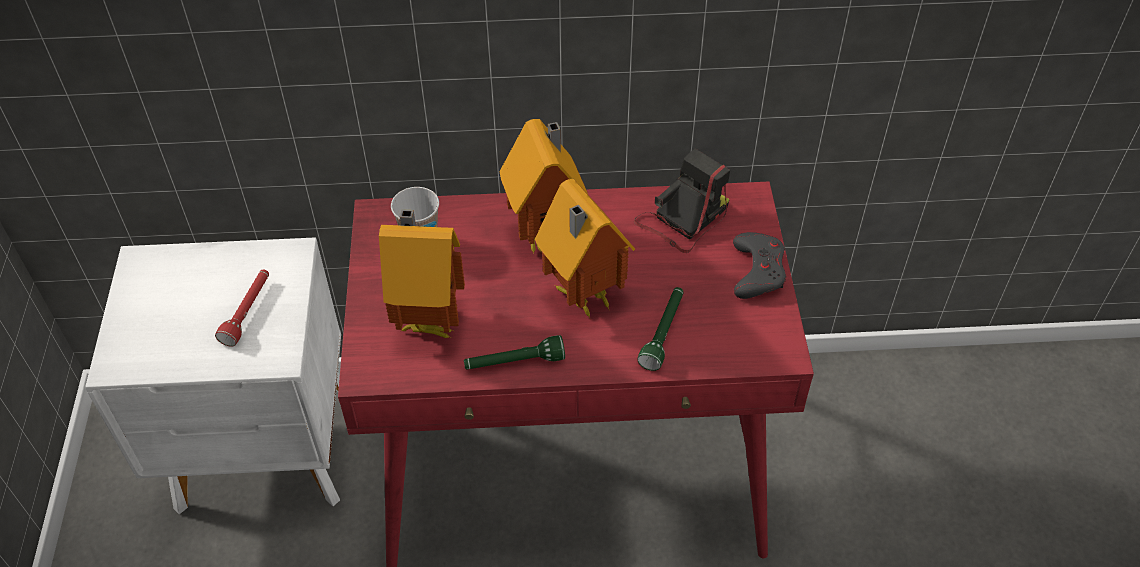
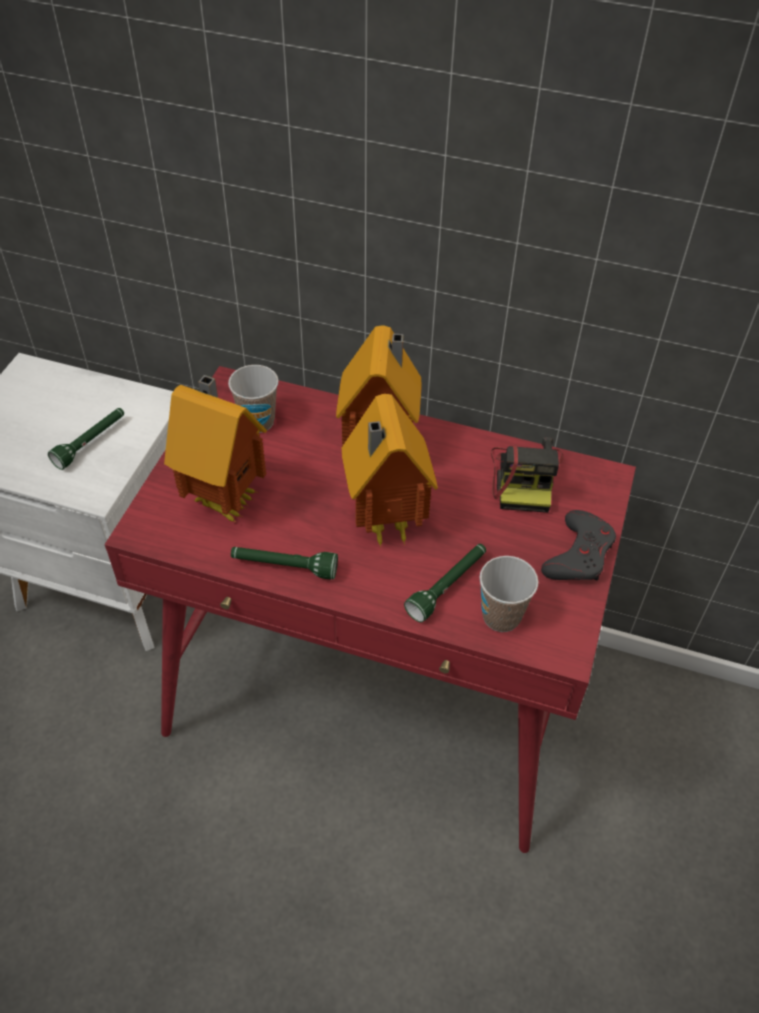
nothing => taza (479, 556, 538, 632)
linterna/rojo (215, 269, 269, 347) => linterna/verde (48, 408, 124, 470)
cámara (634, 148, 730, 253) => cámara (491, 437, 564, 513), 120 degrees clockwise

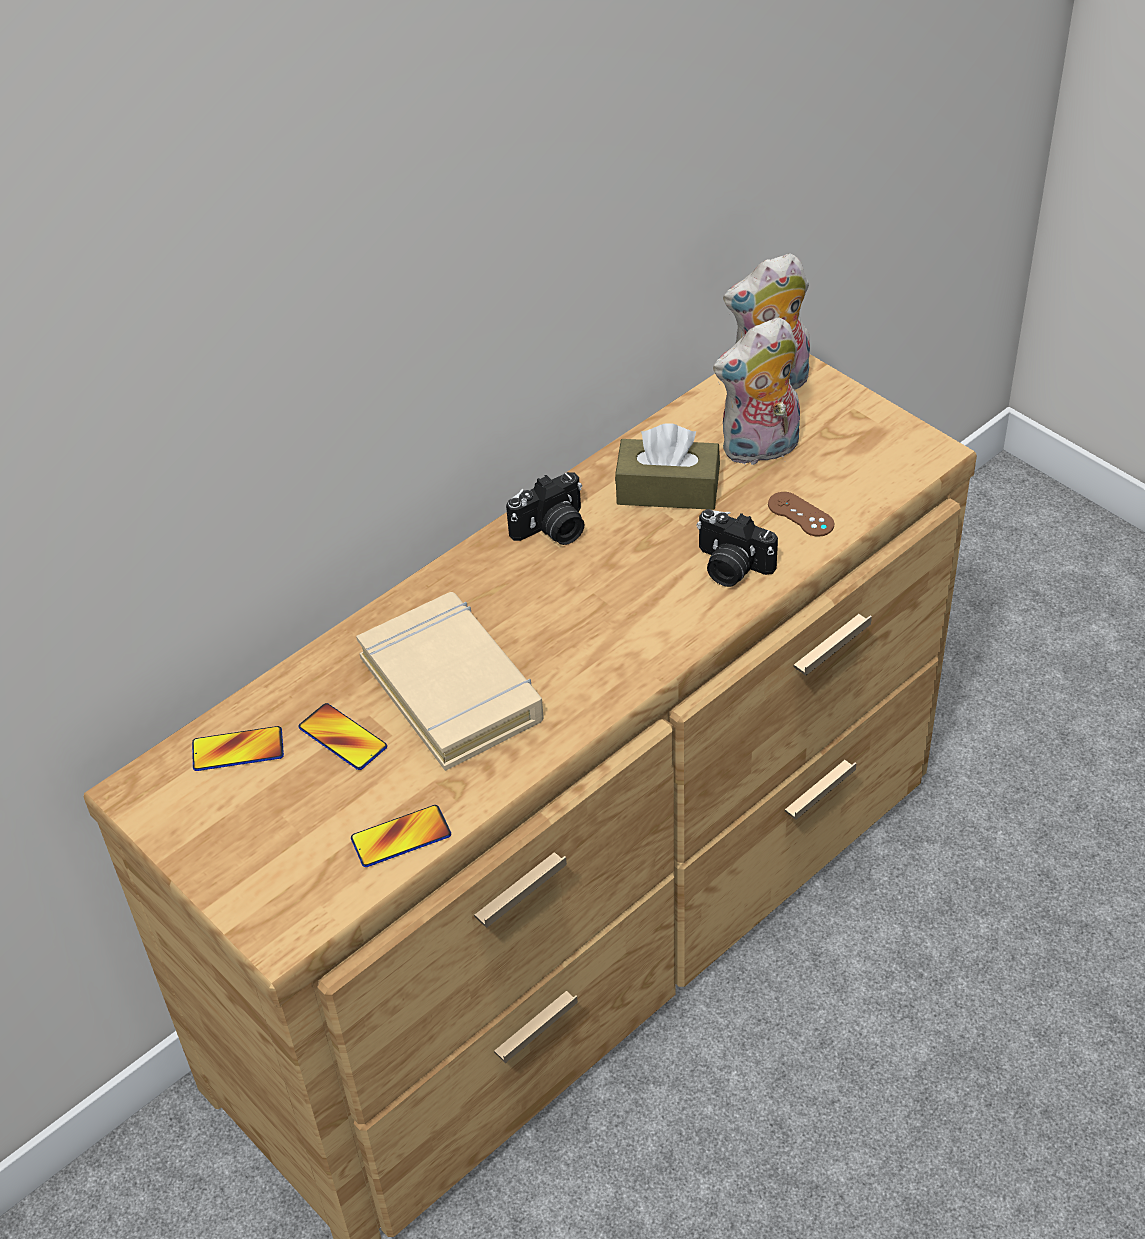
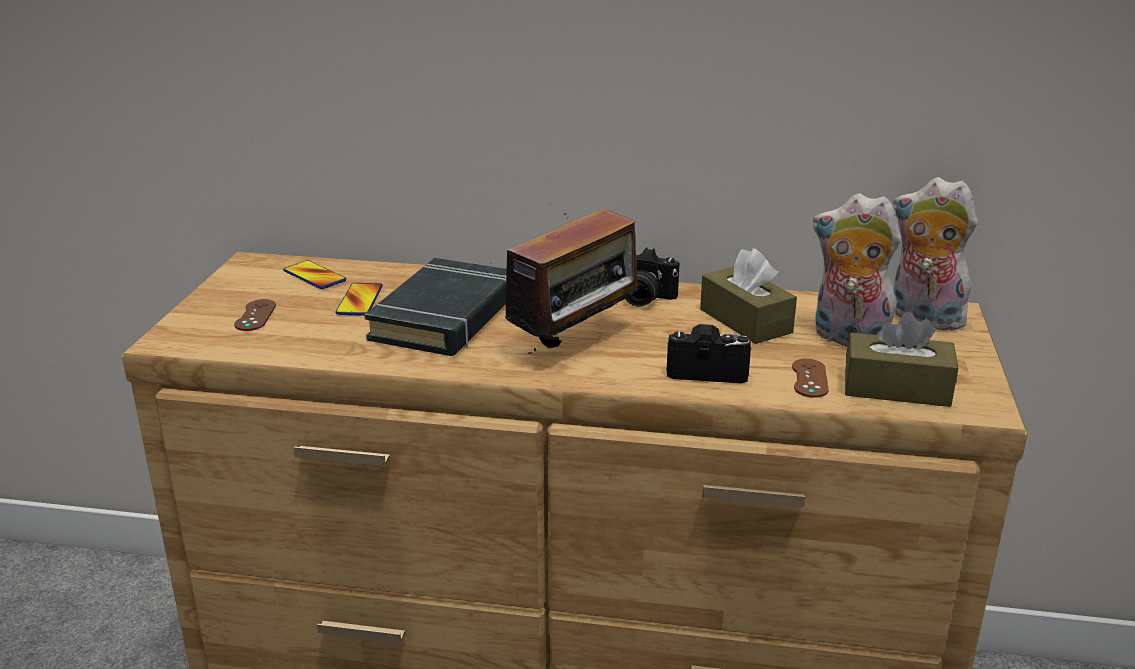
móvil (351, 805, 451, 867) => nothing
nothing => mando de consola/marrón (234, 299, 276, 331)
nothing => radio (490, 203, 648, 354)
nothing => caja de pañuelos/marrón (845, 312, 958, 407)
libro/beis (356, 592, 544, 771) => libro/negro (364, 258, 507, 356)
cámara (696, 509, 778, 587) => cámara (666, 324, 752, 383), 105 degrees clockwise

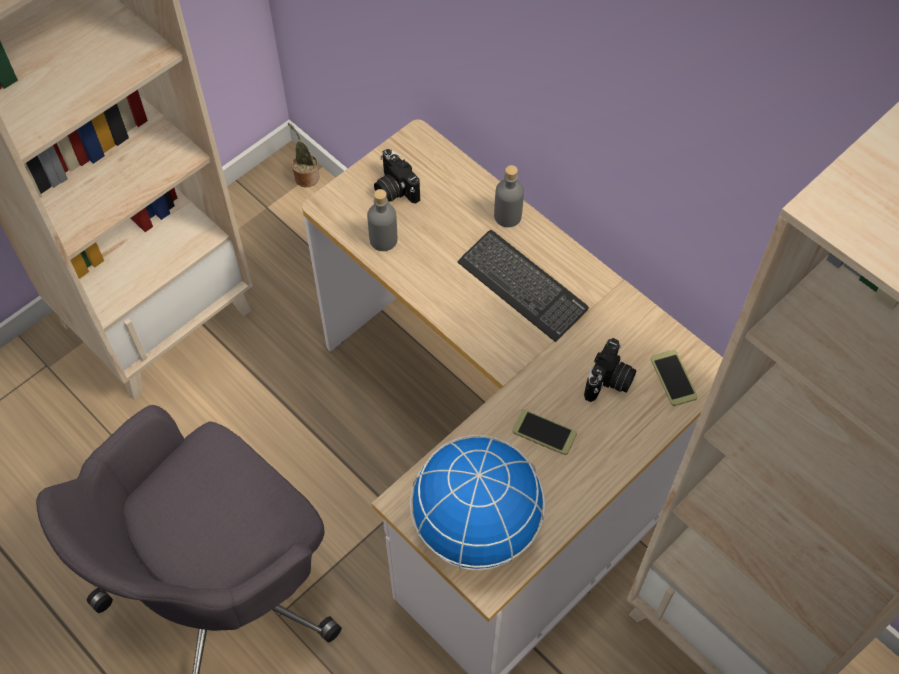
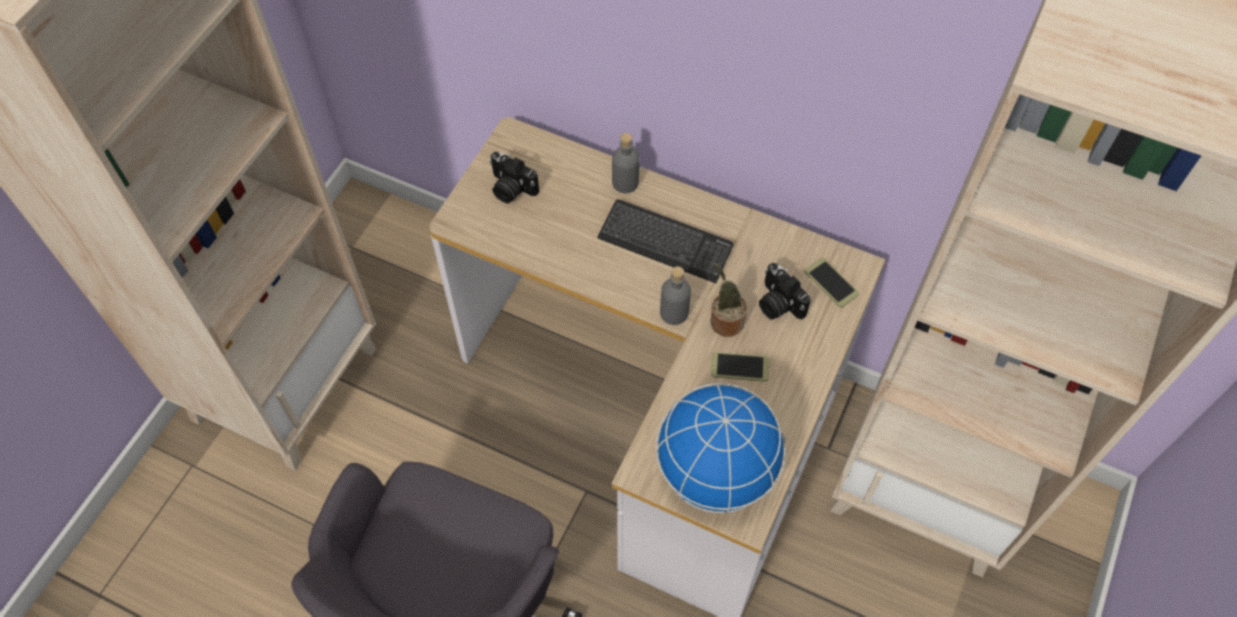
planta en maceta (288, 123, 320, 187) => planta en maceta (711, 263, 747, 337), moved
botella/gris (367, 189, 397, 251) => botella/gris (660, 266, 691, 325), moved
cámara (584, 338, 636, 402) => cámara (759, 263, 810, 320), 135 degrees clockwise

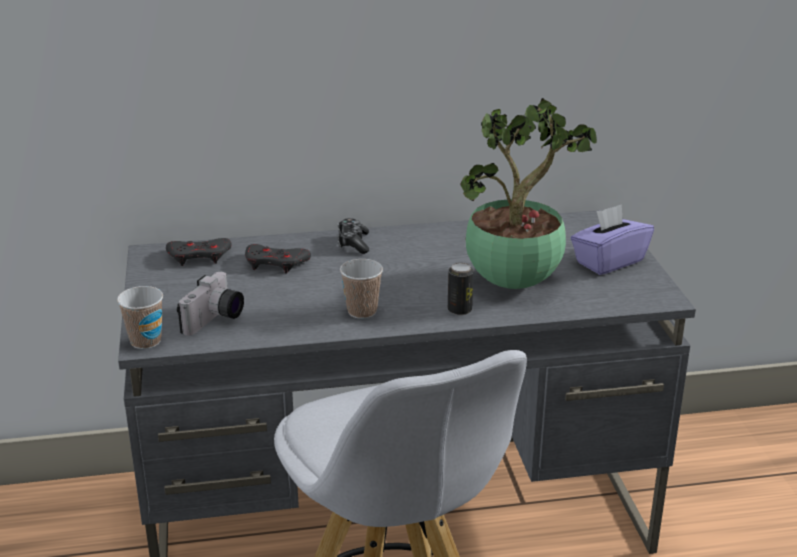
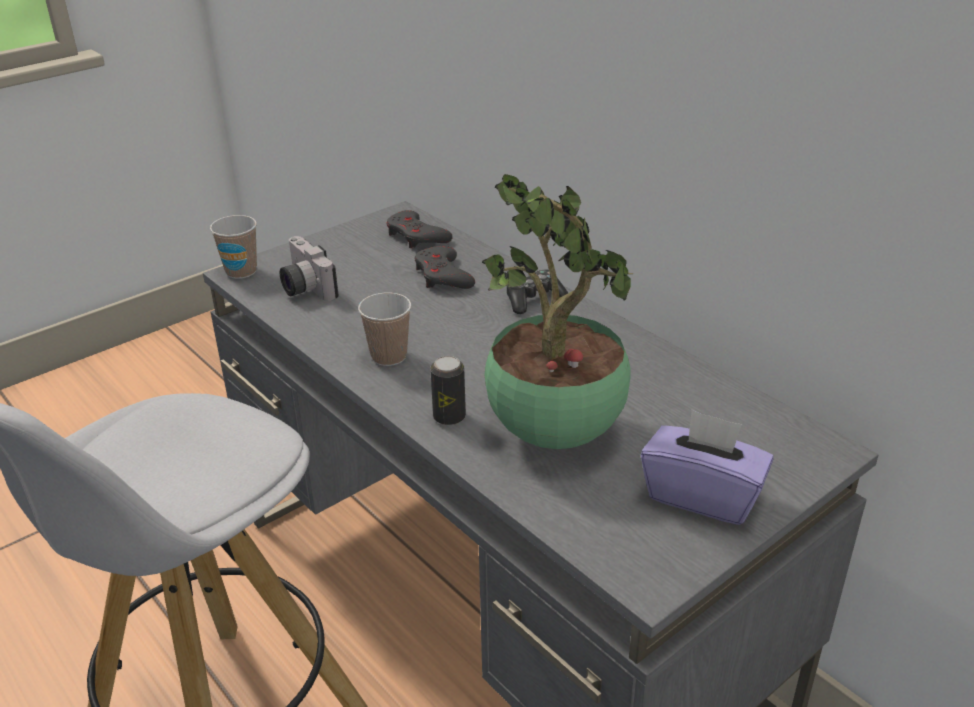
cámara (177, 272, 244, 336) => cámara (280, 236, 339, 301), 60 degrees clockwise

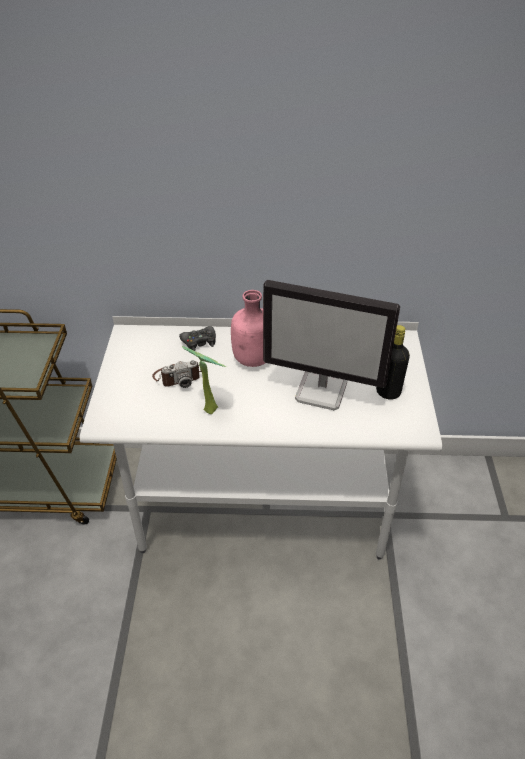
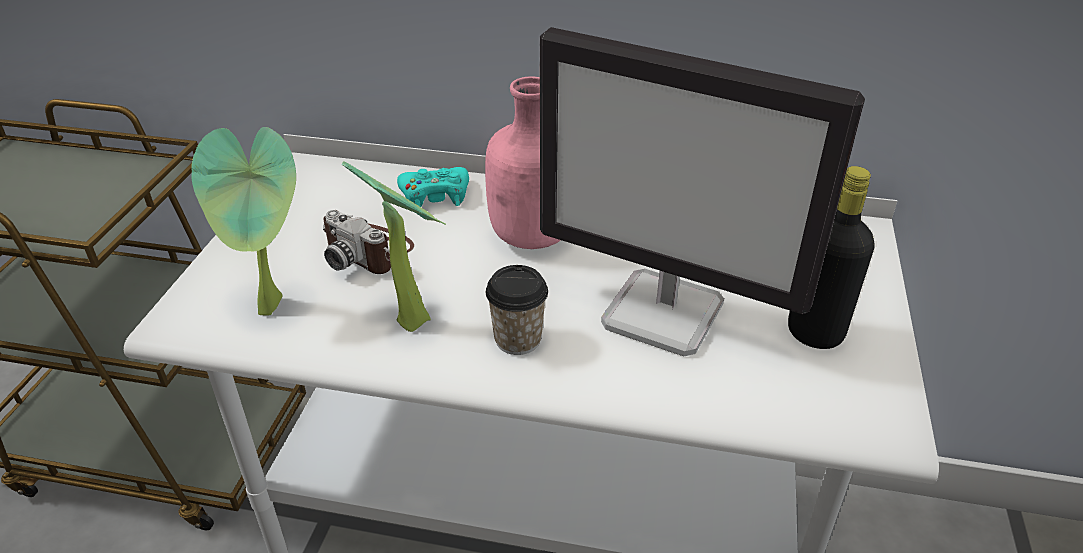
nothing => planta en maceta (191, 127, 296, 315)
nothing => taza (486, 265, 548, 355)
mando de consola/negro (179, 326, 216, 351) => mando de consola/turquesa (397, 167, 469, 207)
cámara (152, 360, 202, 388) => cámara (323, 210, 414, 274), 45 degrees clockwise

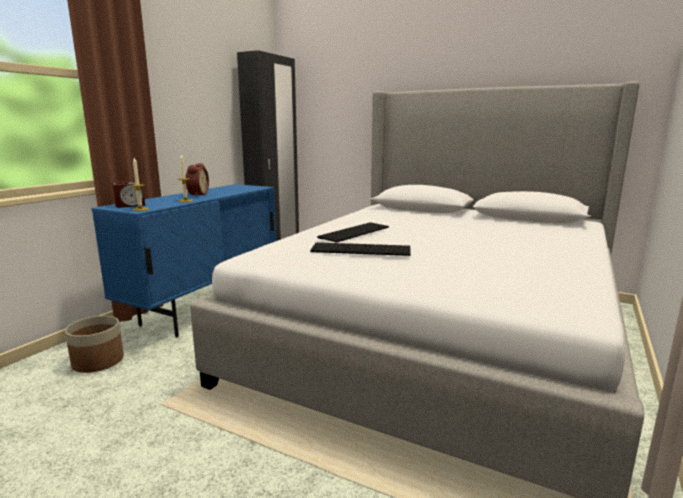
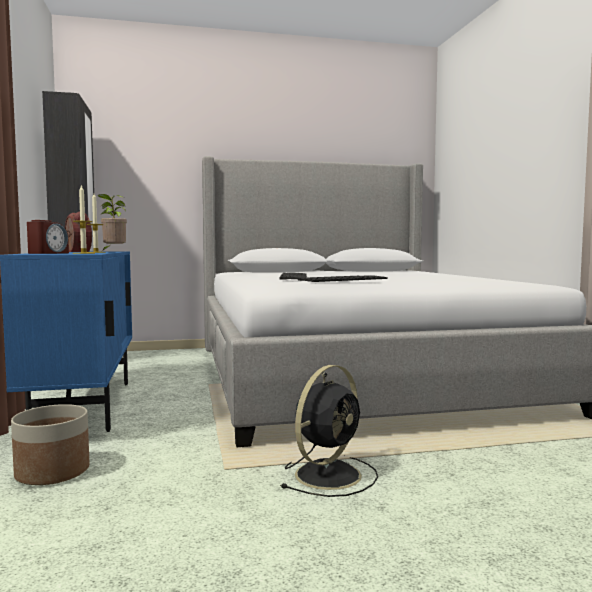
nothing => planta en maceta (97, 194, 127, 251)
nothing => ventilador/negro (280, 365, 378, 497)

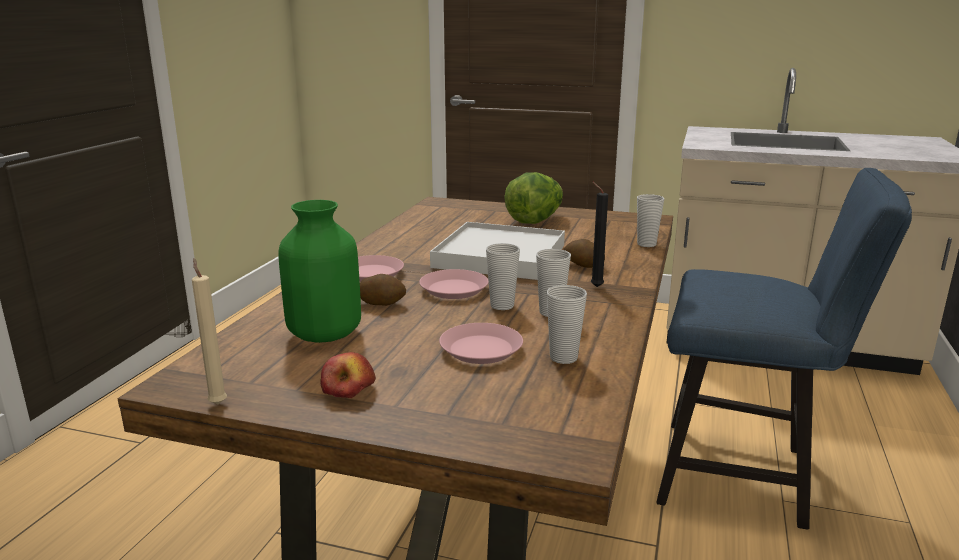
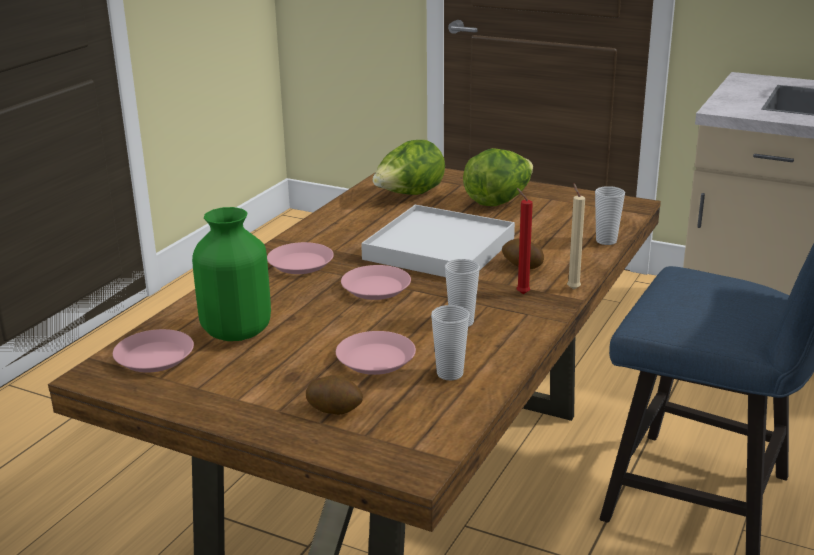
manzana (320, 352, 376, 398) => nothing
taza (486, 243, 520, 310) => nothing
nothing => plato/rosa (113, 329, 194, 373)
nothing => lechuga (372, 140, 445, 195)
vela/beis (192, 258, 227, 405) => vela/beis (567, 183, 585, 290), moved
patata (360, 274, 406, 306) => patata (306, 375, 363, 415), moved
vela/negro (591, 182, 608, 287) => vela/rojo (517, 188, 533, 294)

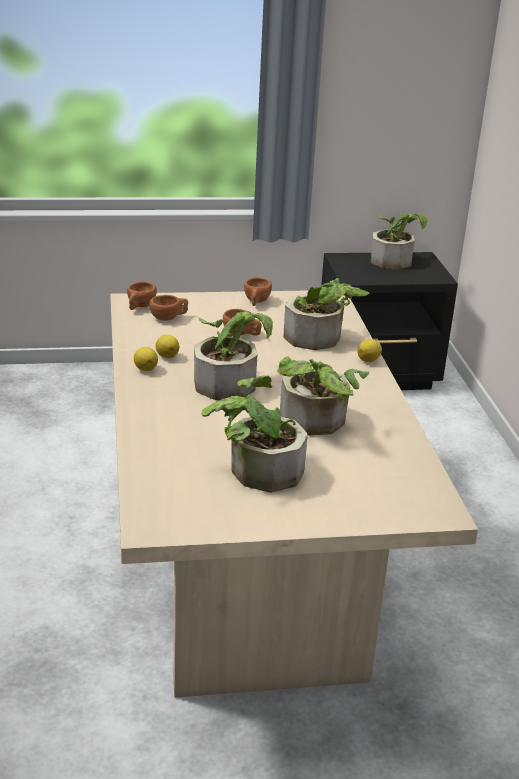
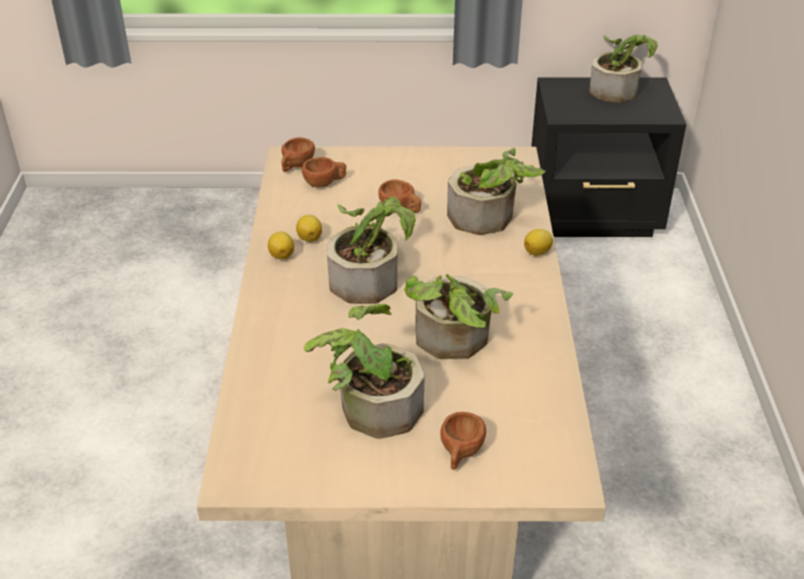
taza/marrón (244, 278, 272, 306) => taza/marrón (440, 412, 486, 470), moved

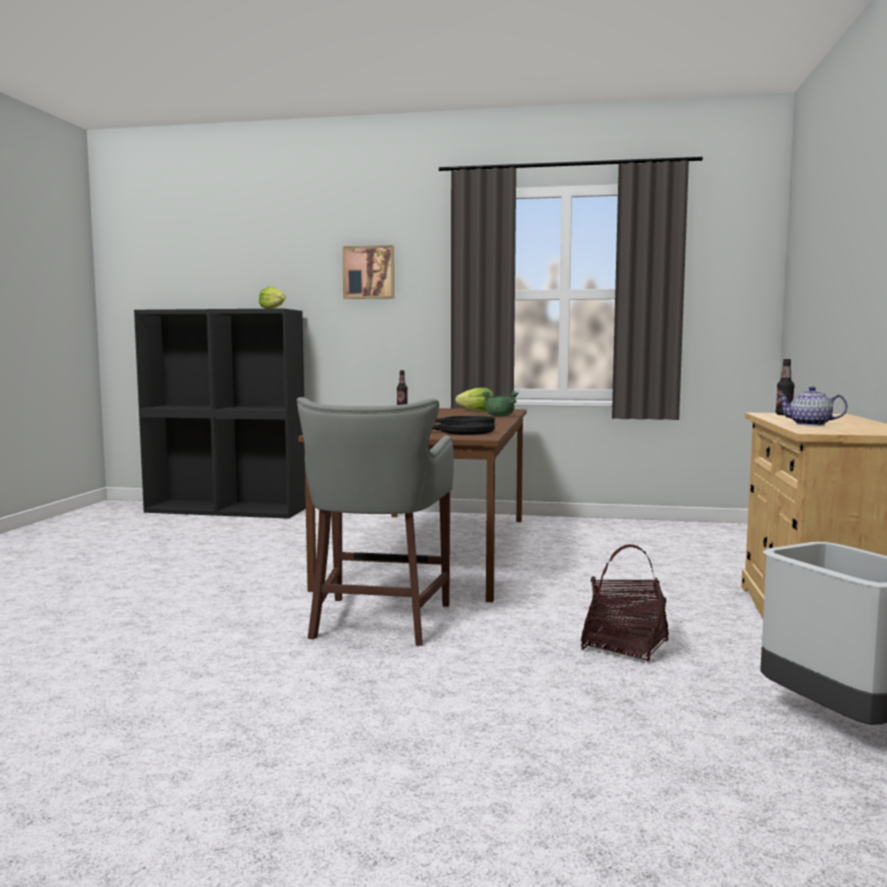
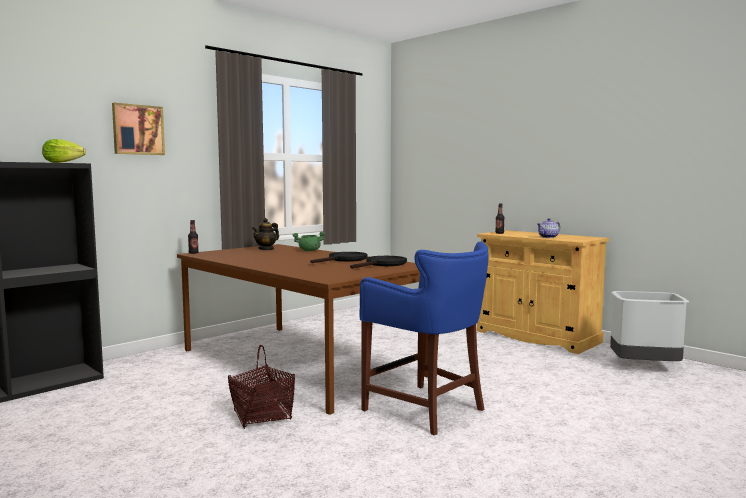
cesta (581, 544, 669, 662) => cesta (228, 345, 295, 429), moved
lechuga (455, 388, 493, 411) => tetera (252, 218, 279, 250)
taburete/gris (297, 397, 454, 646) => taburete/azul (360, 241, 489, 435)

